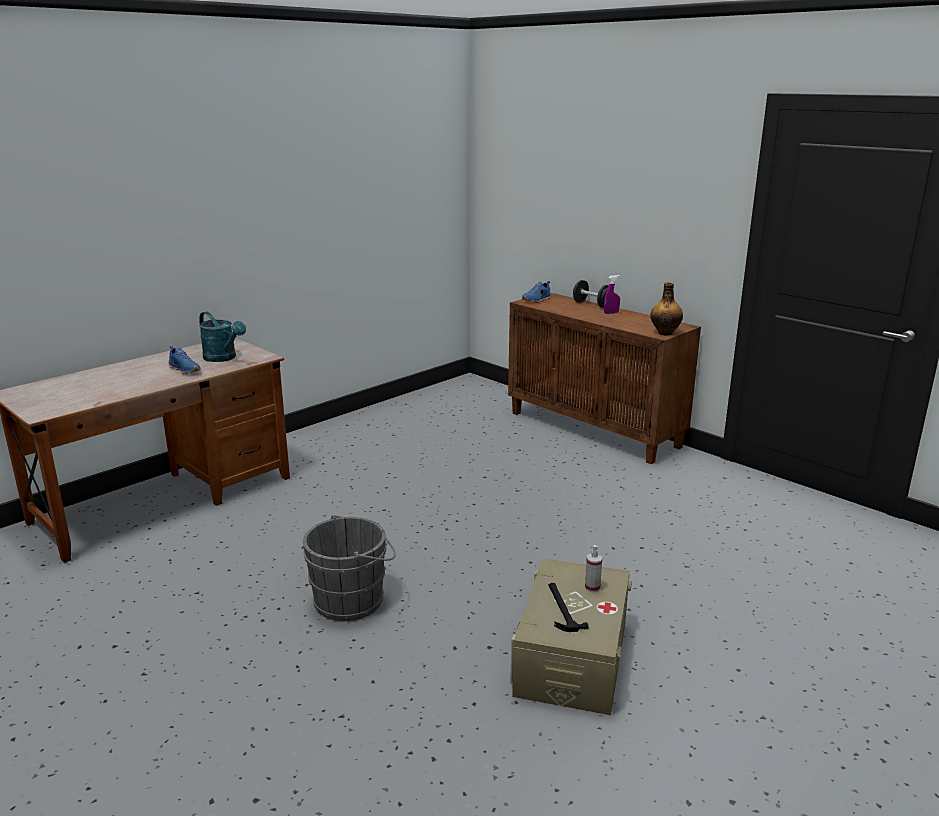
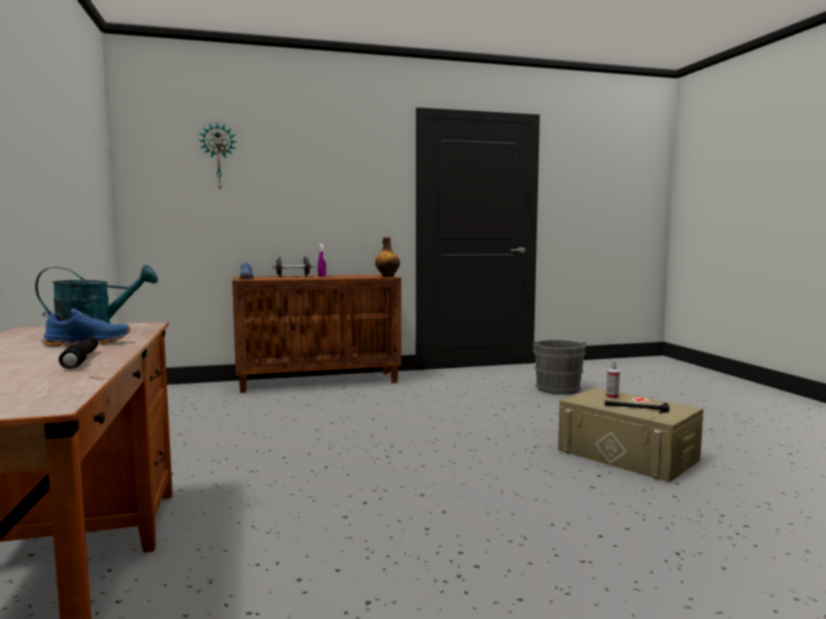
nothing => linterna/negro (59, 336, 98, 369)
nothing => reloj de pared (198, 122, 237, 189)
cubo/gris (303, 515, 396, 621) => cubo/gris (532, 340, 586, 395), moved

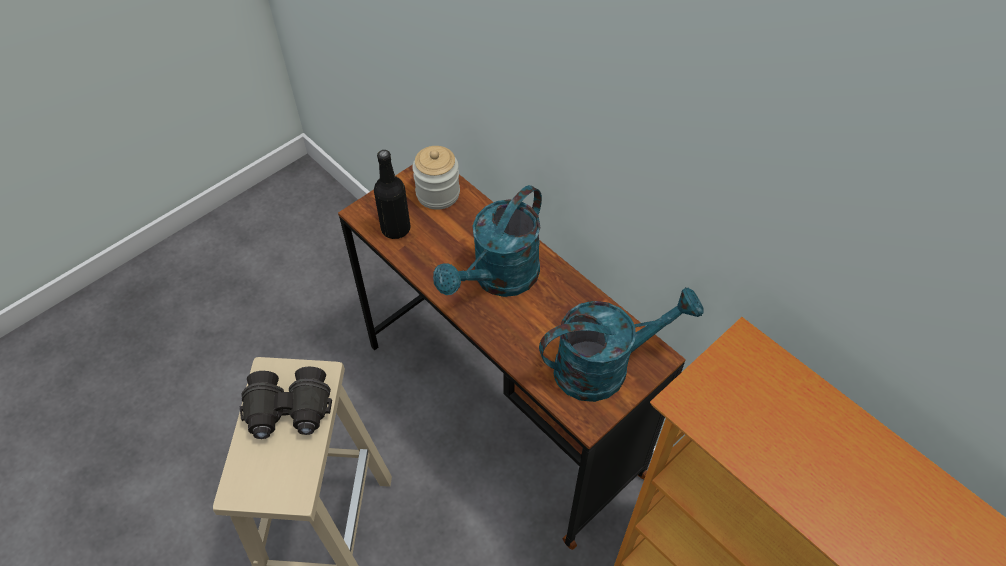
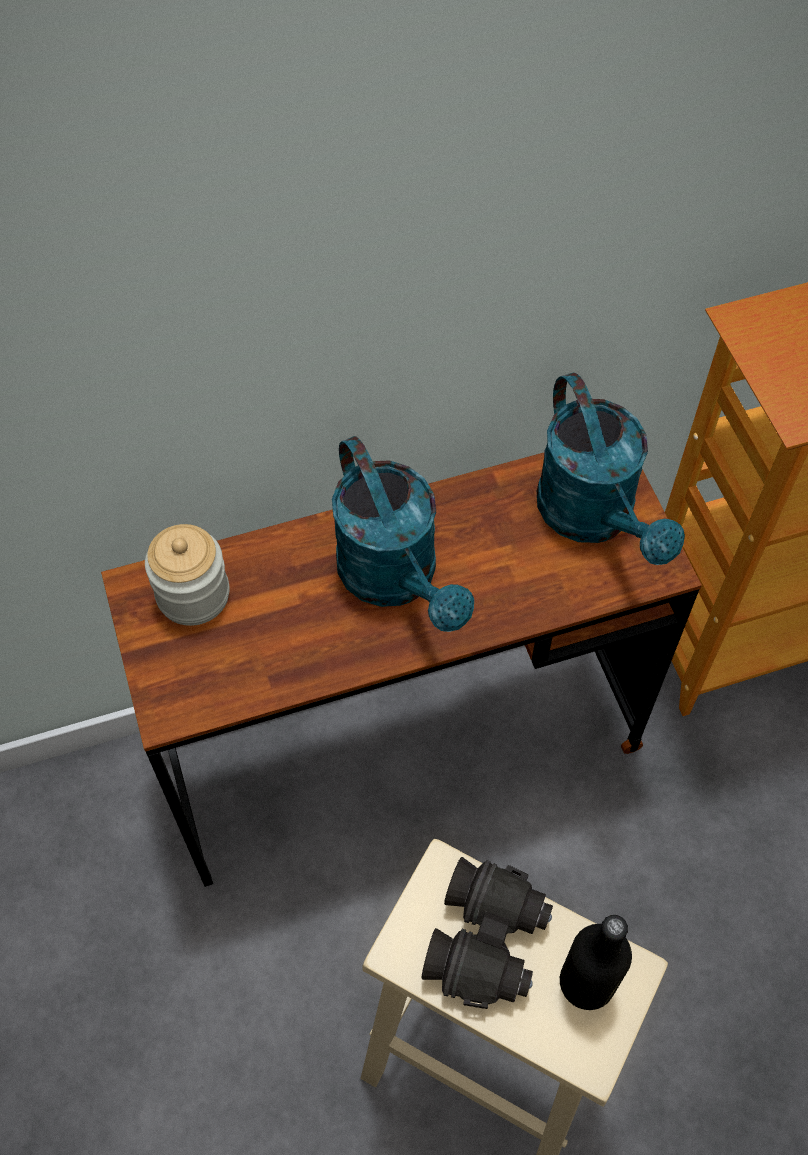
botella/negro (374, 150, 410, 239) => botella/negro (560, 915, 632, 1010), moved
regadera/turquesa (539, 287, 703, 402) => regadera/turquesa (537, 373, 685, 565), 150 degrees clockwise

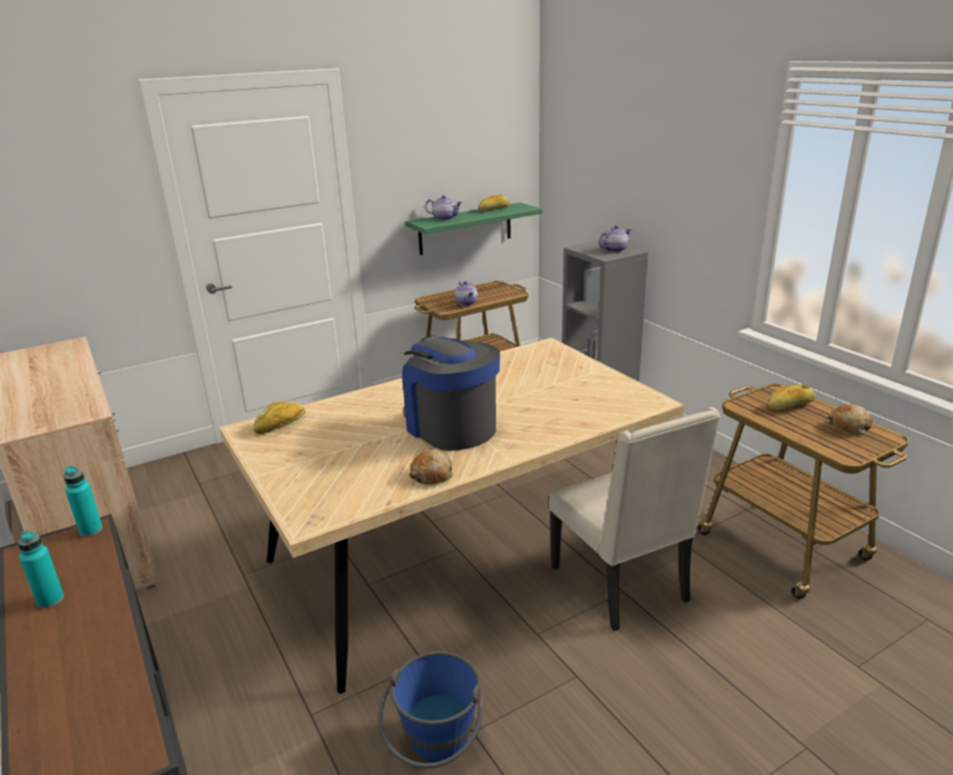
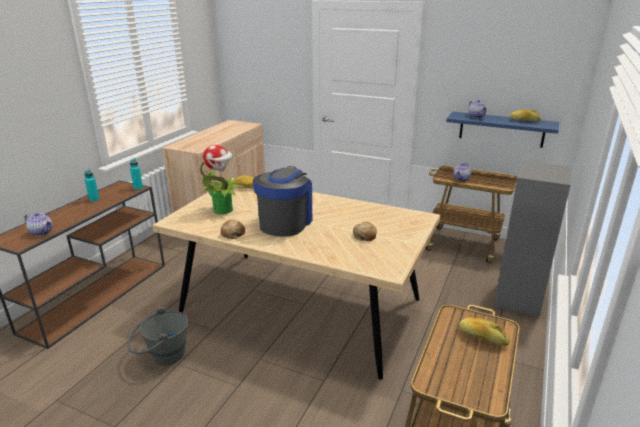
silla/beis (549, 407, 720, 631) => nothing
nothing => planta en maceta (200, 145, 243, 214)
tetera (599, 225, 632, 253) => tetera (25, 213, 53, 236), moved
pan (829, 404, 872, 435) => pan (353, 222, 377, 241), moved
cubo/azul (378, 651, 483, 769) => cubo/gris (127, 307, 188, 365)
estante/verde (405, 203, 542, 255) => estante/azul (446, 112, 559, 148)

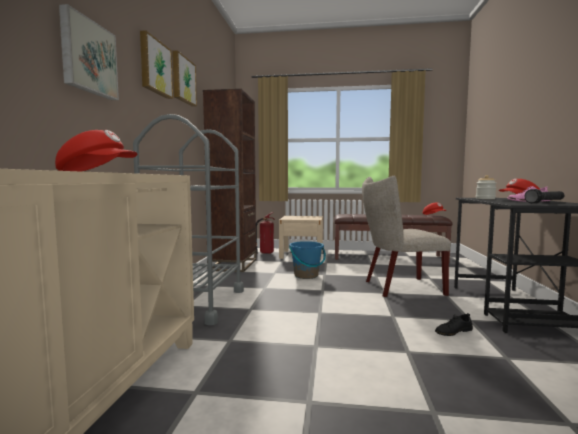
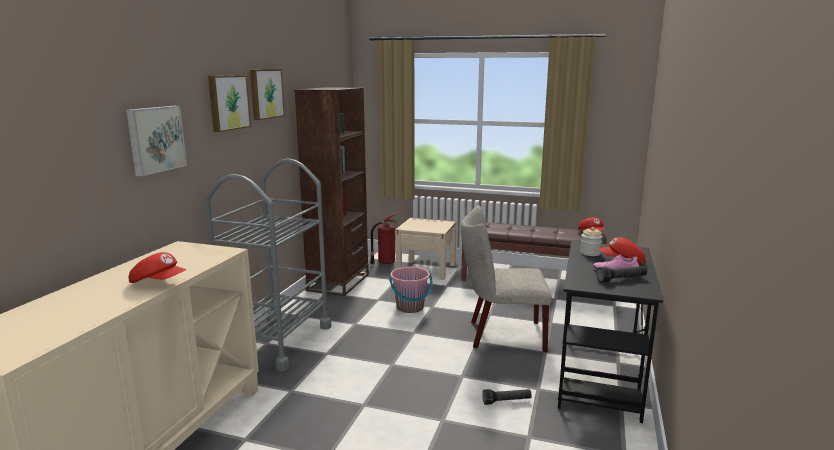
zapato/negro (435, 313, 473, 336) => linterna/negro (482, 389, 532, 405)
cubo/azul (289, 241, 326, 279) => cubo/rosa (389, 267, 433, 313)

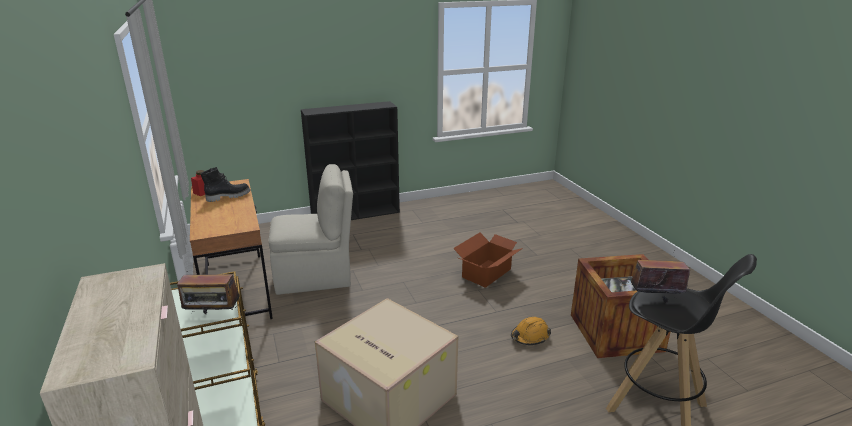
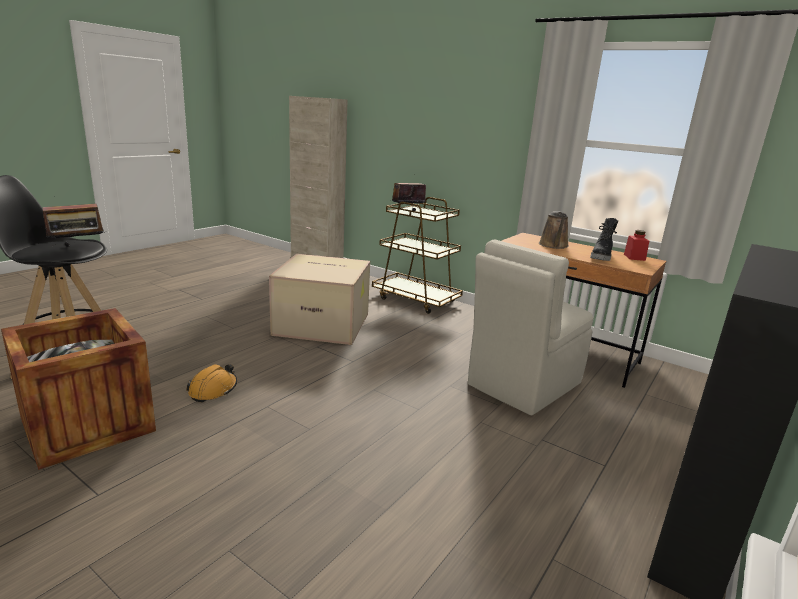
caja de cartón (453, 232, 523, 288) => nothing
nothing => regadera/marrón (539, 211, 569, 249)

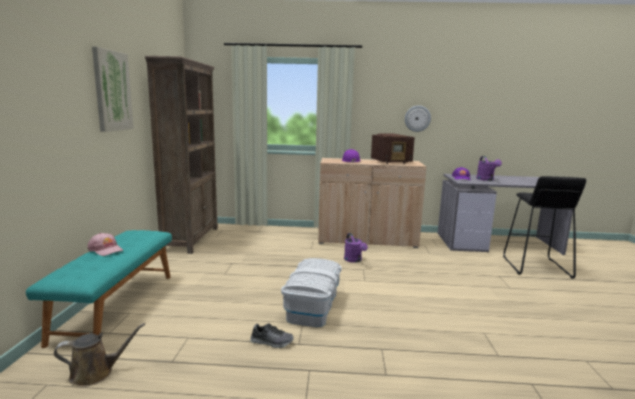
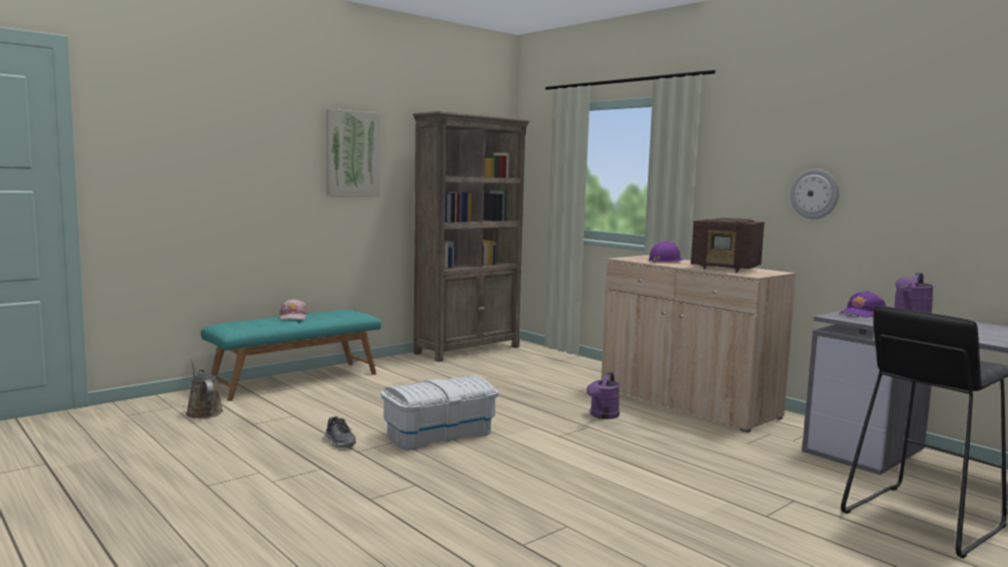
regadera/marrón (54, 323, 145, 387) => regadera/marrón (186, 358, 223, 418), 150 degrees counterclockwise

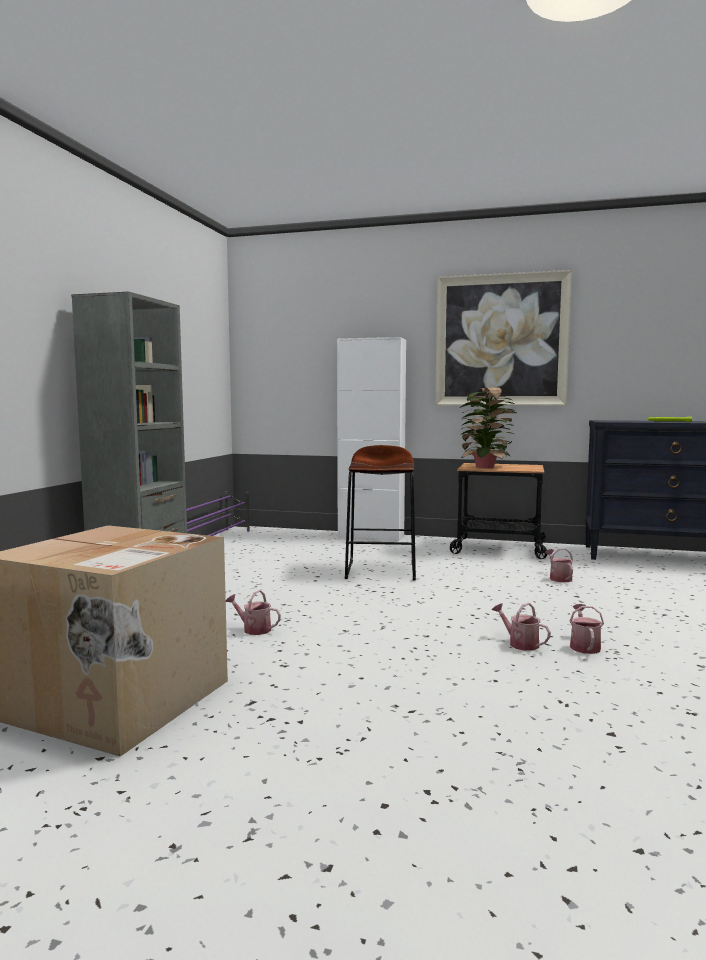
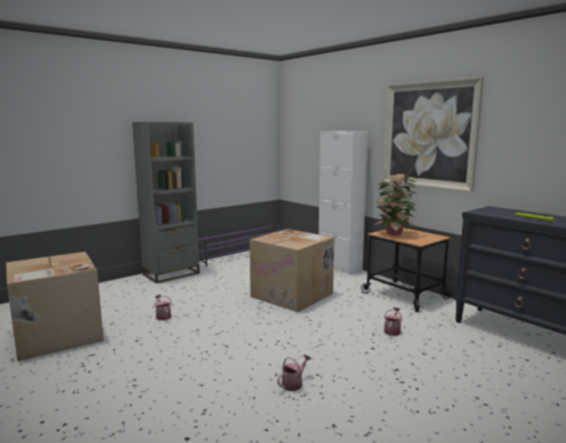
regadera (492, 603, 551, 651) => nothing
taburete/marrón (345, 445, 416, 580) => caja de cartón (250, 229, 334, 312)

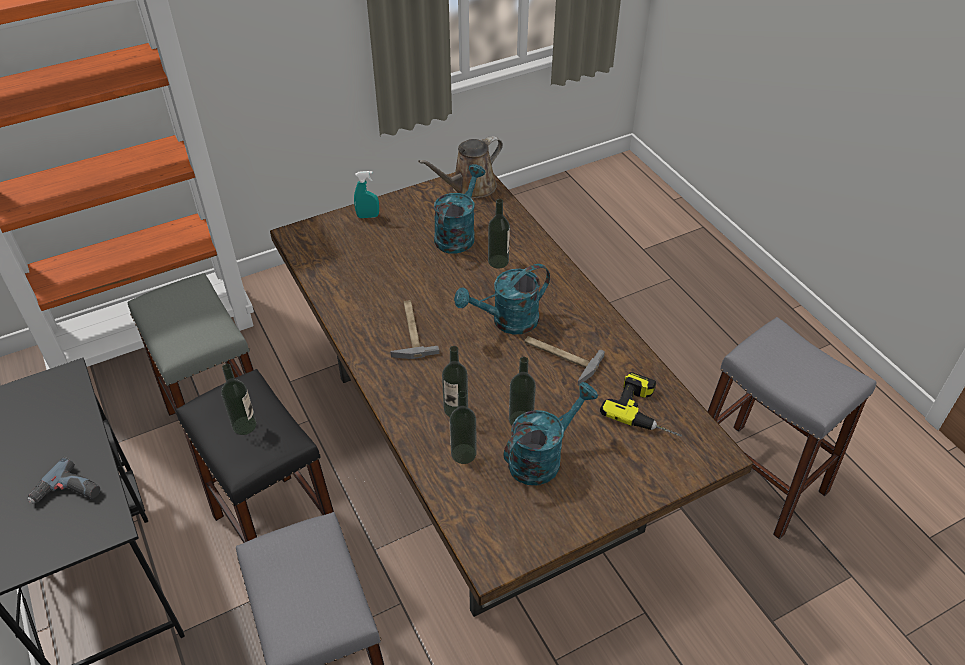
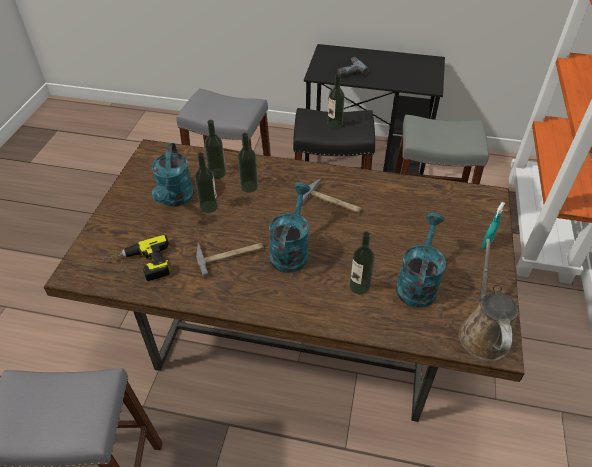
regadera/turquesa (434, 164, 485, 253) => regadera/turquesa (396, 212, 446, 308), 135 degrees counterclockwise

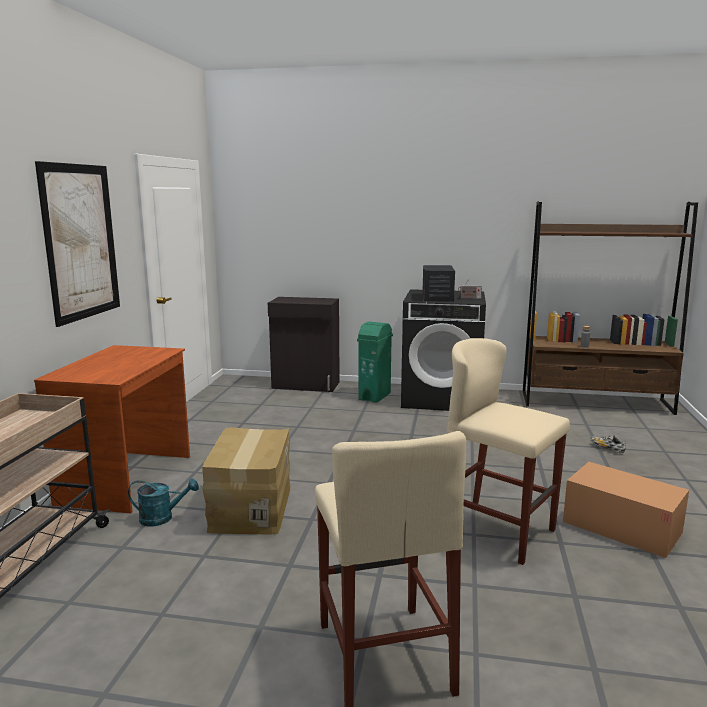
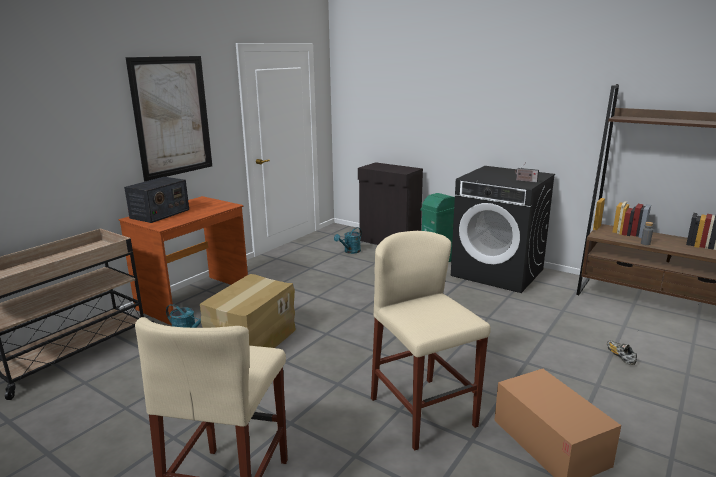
nothing => regadera/turquesa (334, 227, 362, 254)
radio (422, 265, 455, 302) => radio (124, 177, 189, 223), moved

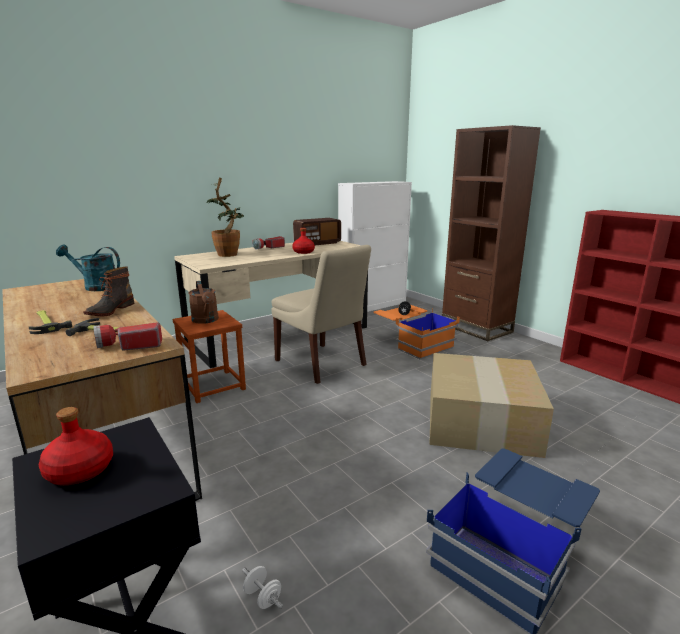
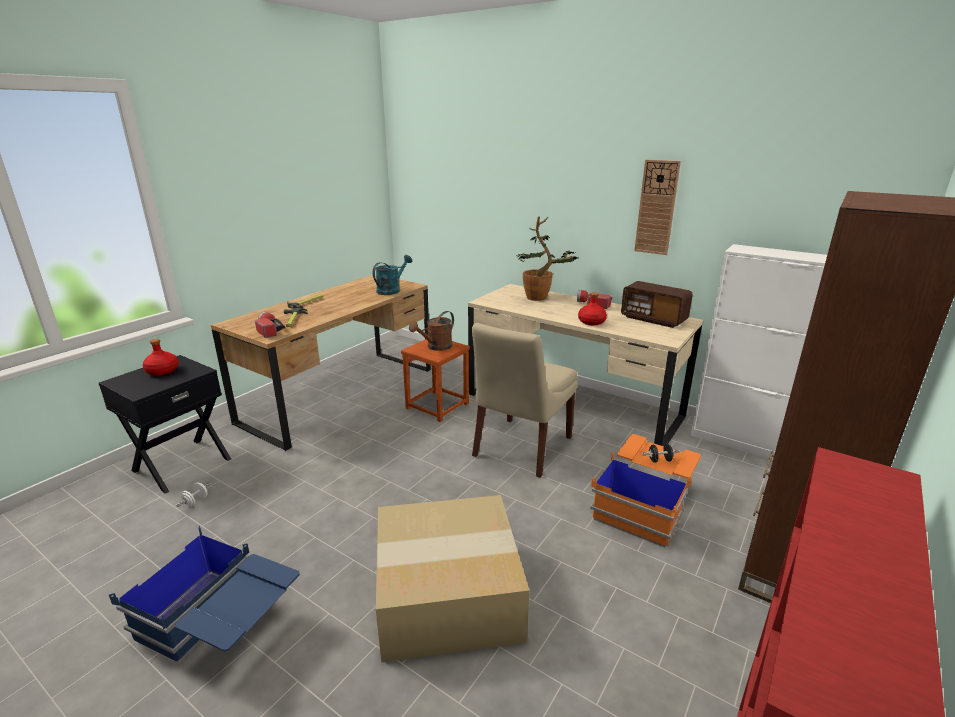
bota (83, 267, 134, 316) => nothing
nothing => reloj de pared (634, 160, 681, 255)
regadera/turquesa (56, 244, 120, 291) => regadera/turquesa (373, 255, 412, 295), 45 degrees clockwise

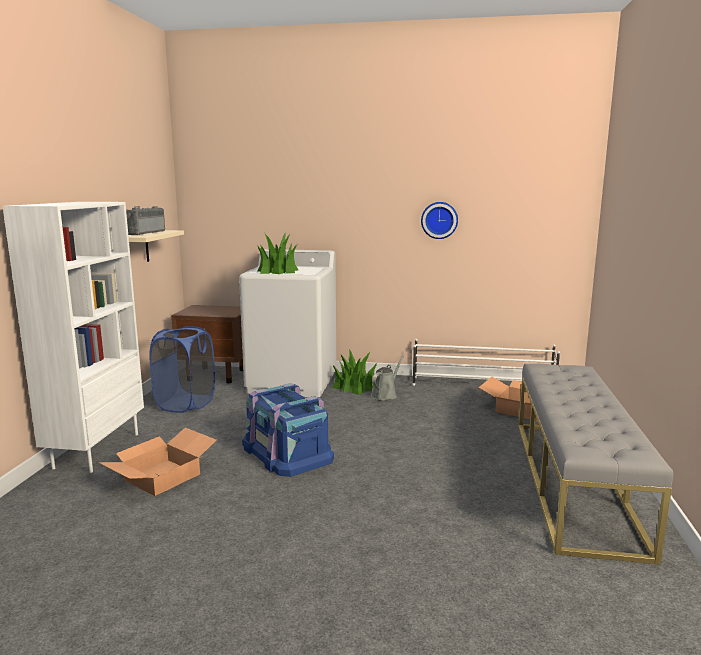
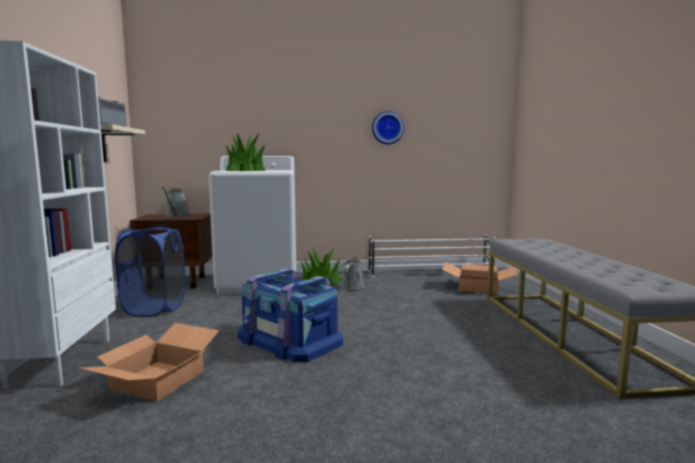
nothing => regadera/gris (162, 187, 190, 217)

